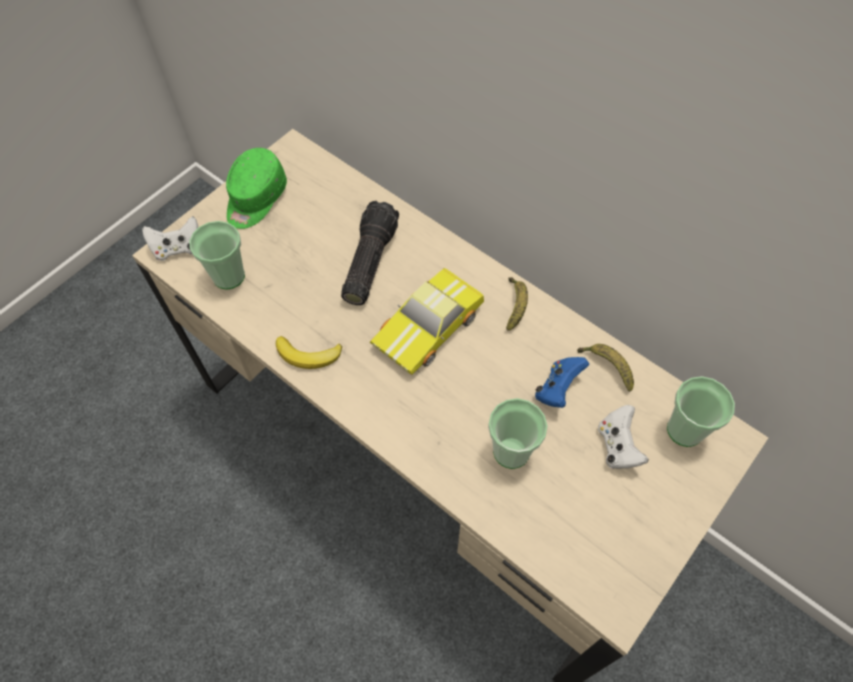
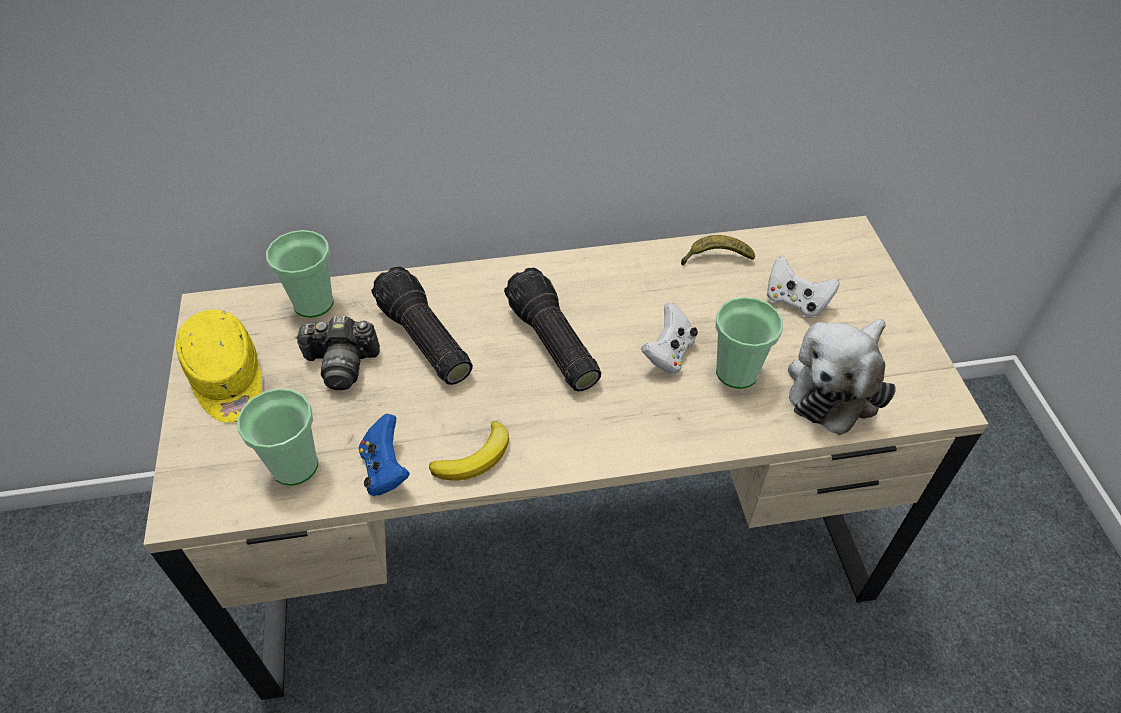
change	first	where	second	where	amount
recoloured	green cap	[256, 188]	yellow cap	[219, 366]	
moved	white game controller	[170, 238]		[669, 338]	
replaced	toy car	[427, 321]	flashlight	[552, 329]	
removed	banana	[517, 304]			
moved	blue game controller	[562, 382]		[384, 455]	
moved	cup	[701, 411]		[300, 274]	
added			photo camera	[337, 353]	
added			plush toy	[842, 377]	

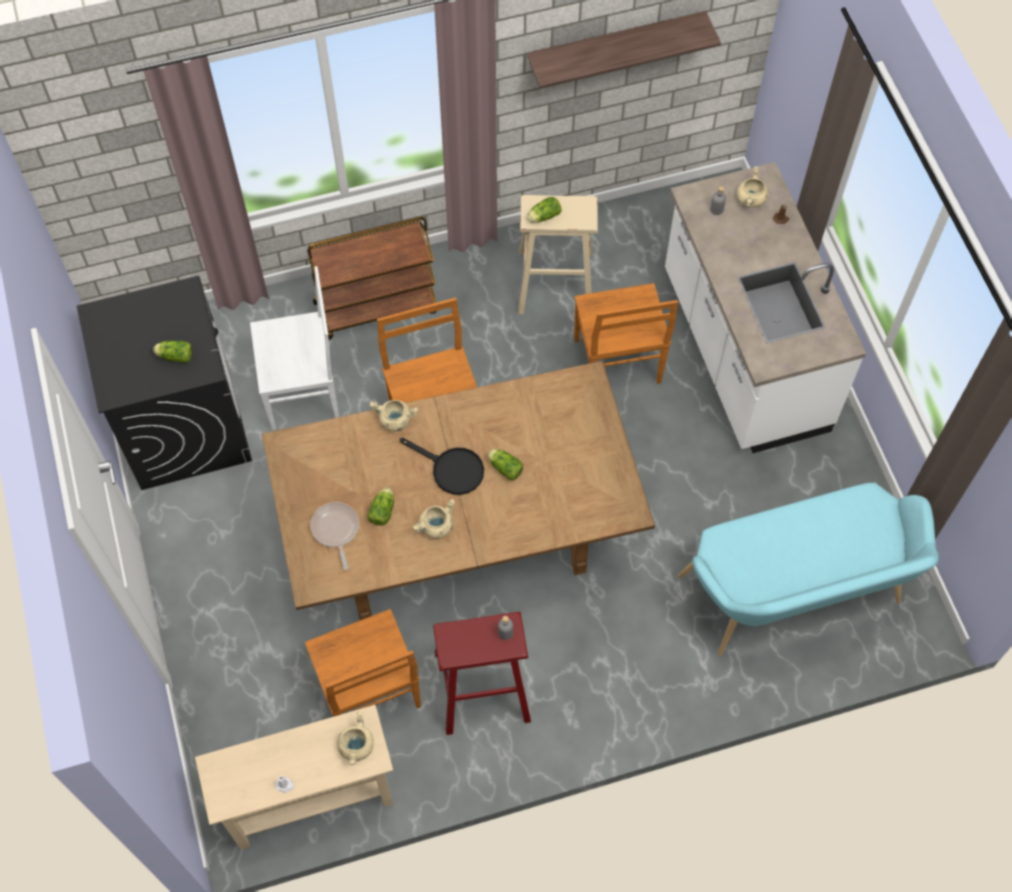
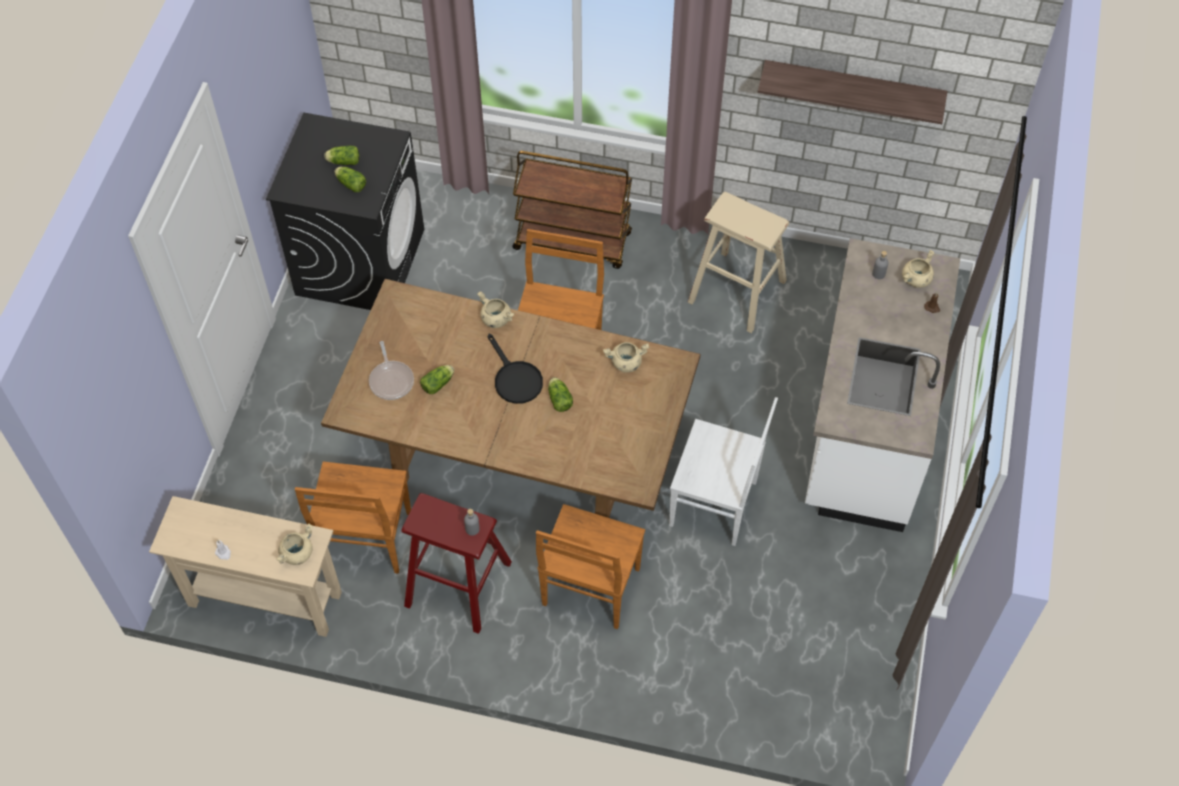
change	first	where	second	where	amount
moved	lettuce	[544, 210]		[341, 155]	
moved	white chair	[294, 348]		[723, 471]	
moved	brown chair	[626, 333]		[590, 566]	
removed	turquoise bench	[808, 569]			
moved	beige cooking pot	[434, 519]		[626, 357]	
turned	frying pan	[334, 536]		[391, 370]	150 degrees clockwise

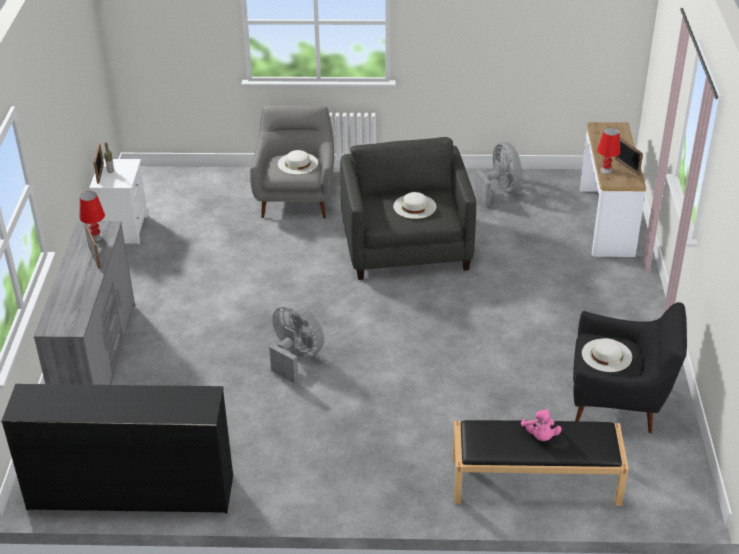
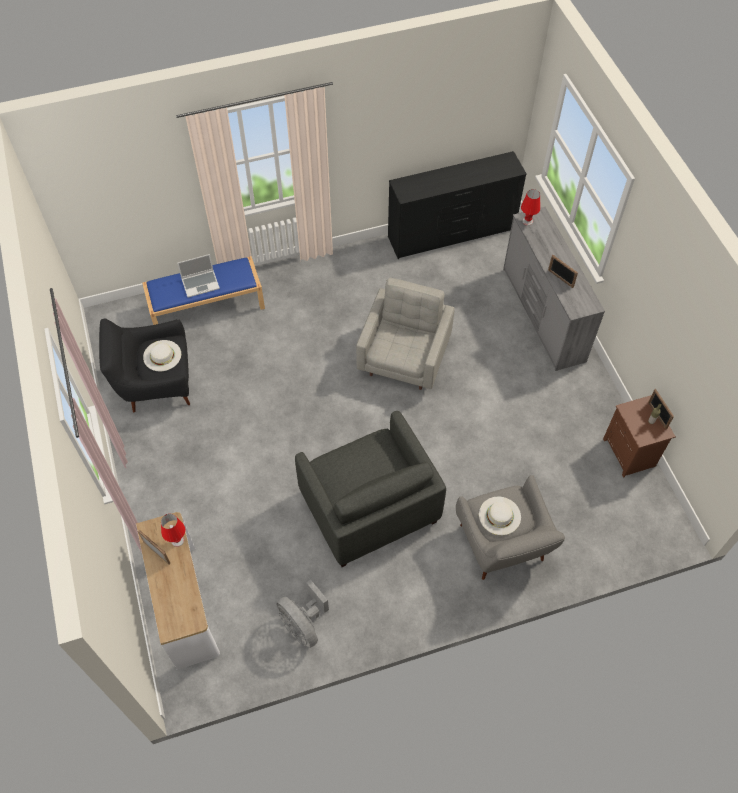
change	first	where	second	where	amount
recoloured	white nightstand	[118, 202]	brown nightstand	[639, 436]	
moved	red table lamp	[92, 216]		[530, 207]	
removed	white hat	[414, 205]			
replaced	grey fan	[296, 342]	grey armchair	[405, 334]	
replaced	pink plush toy	[541, 425]	laptop	[198, 275]	
recoloured	black bench	[540, 463]	blue bench	[203, 290]	

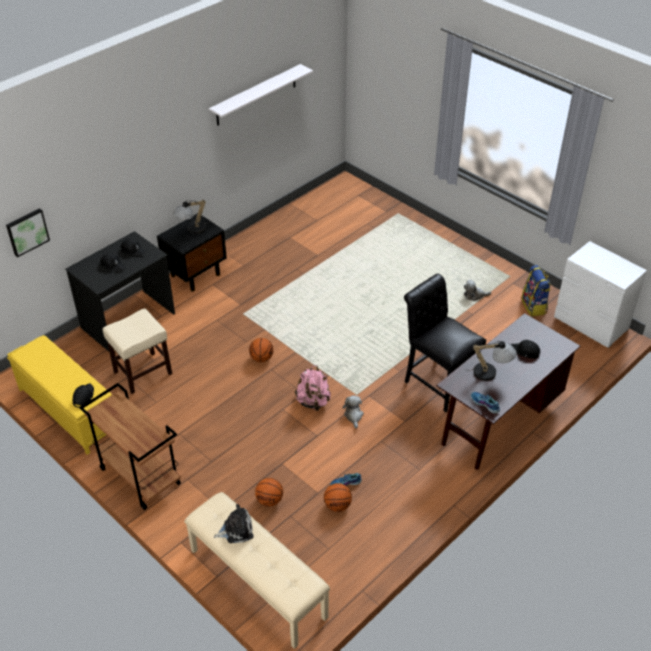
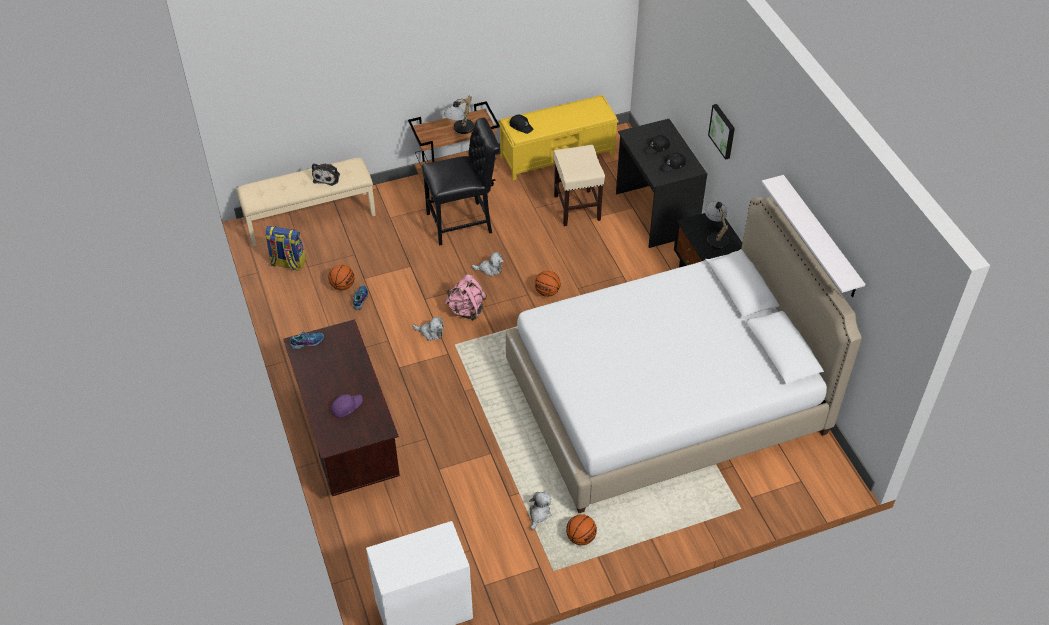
change	first	where	second	where	amount
moved	picture	[28, 233]		[721, 132]	
moved	backpack	[536, 291]		[285, 248]	
moved	black chair	[445, 342]		[461, 182]	
recoloured	black cap	[525, 349]	purple cap	[346, 406]	
moved	table lamp	[494, 361]		[459, 115]	
moved	basketball	[269, 492]		[581, 529]	
added			white bed	[684, 355]	
added			plush toy	[488, 264]	

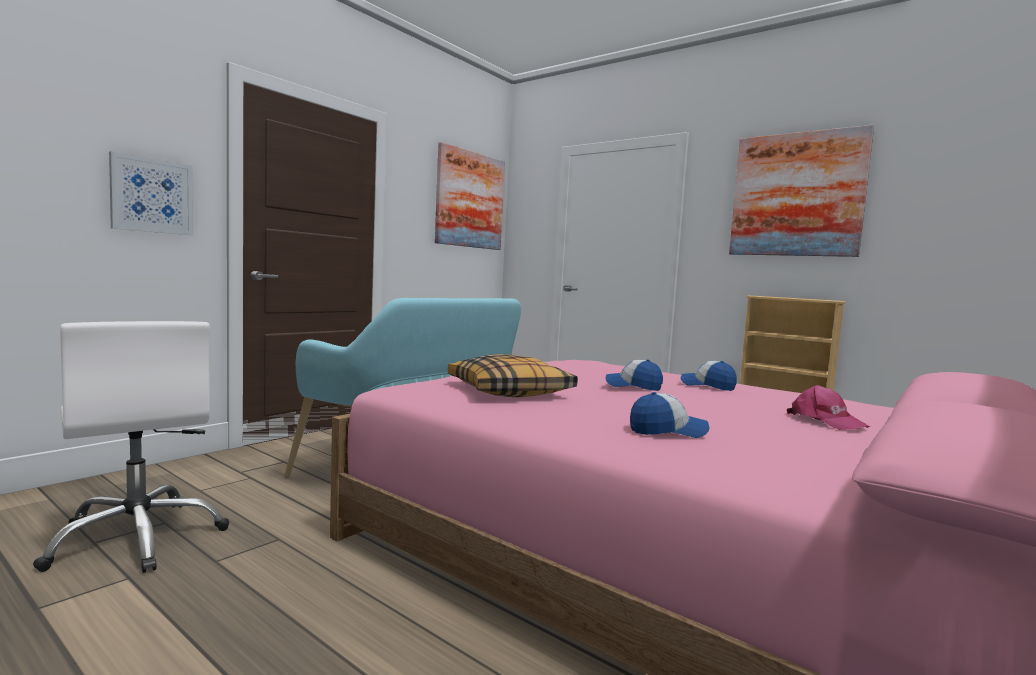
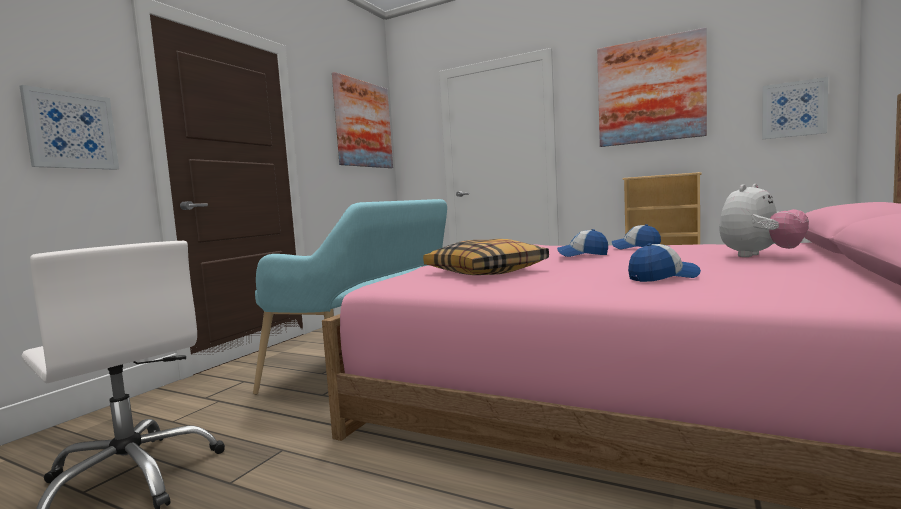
change	first	where	second	where	amount
replaced	pink cap	[828, 407]	plush toy	[764, 220]	
added			picture	[795, 108]	

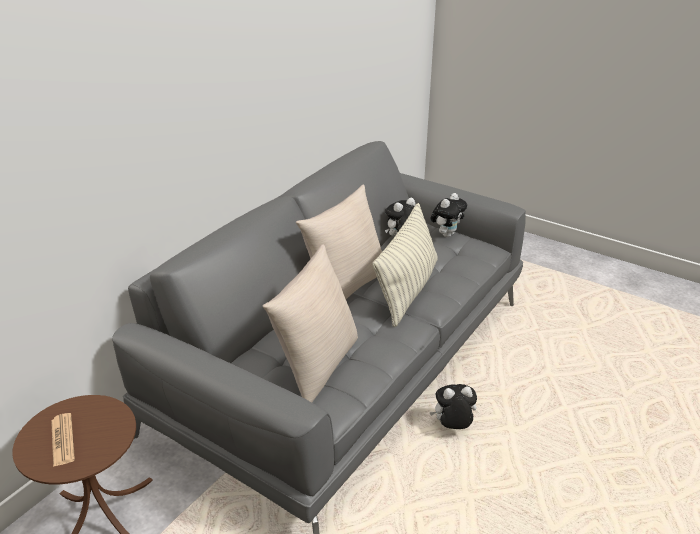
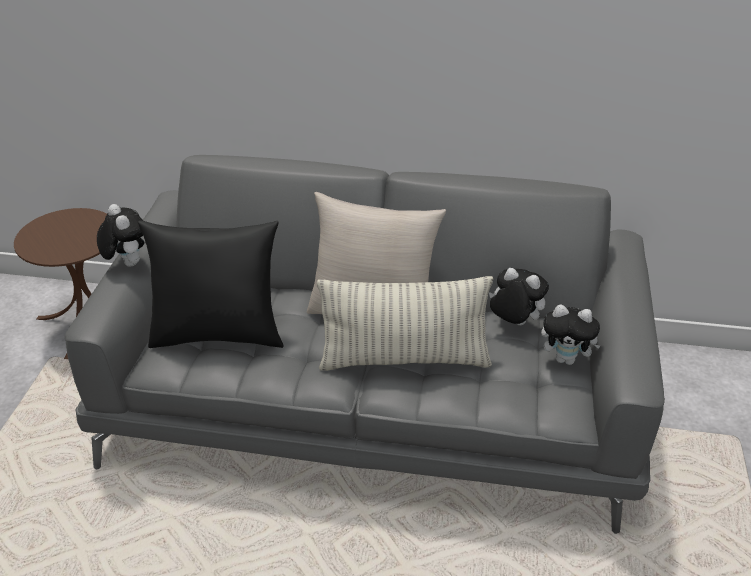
change	first	where	second	where	amount
recoloured	beige pillow	[310, 323]	black pillow	[211, 284]	
moved	plush toy	[453, 406]		[121, 235]	
removed	newspaper	[63, 440]			

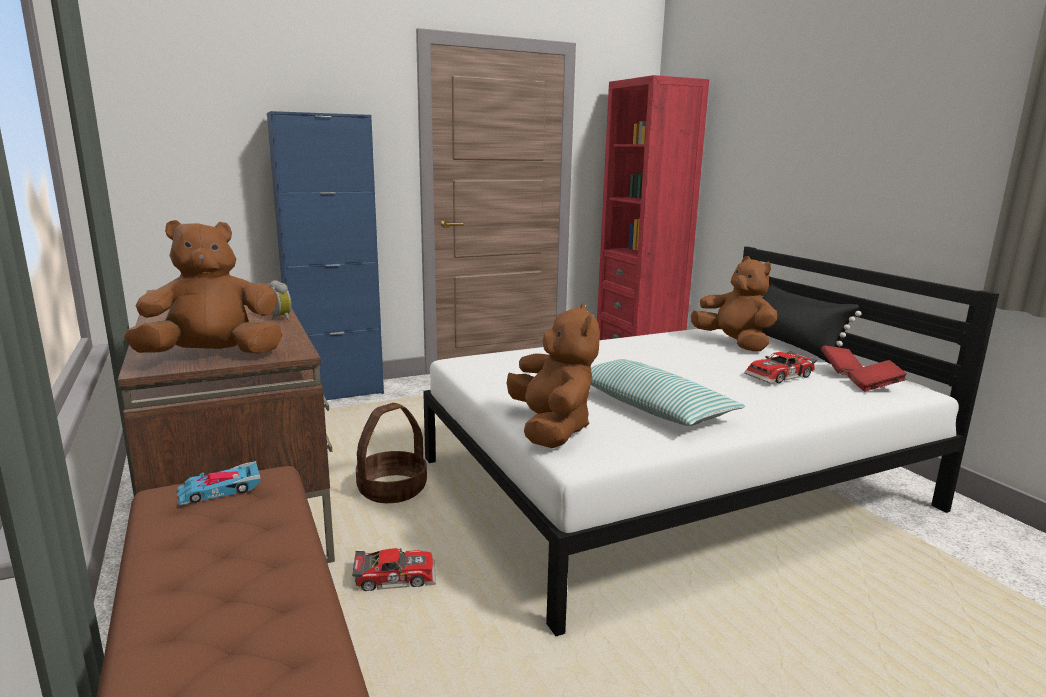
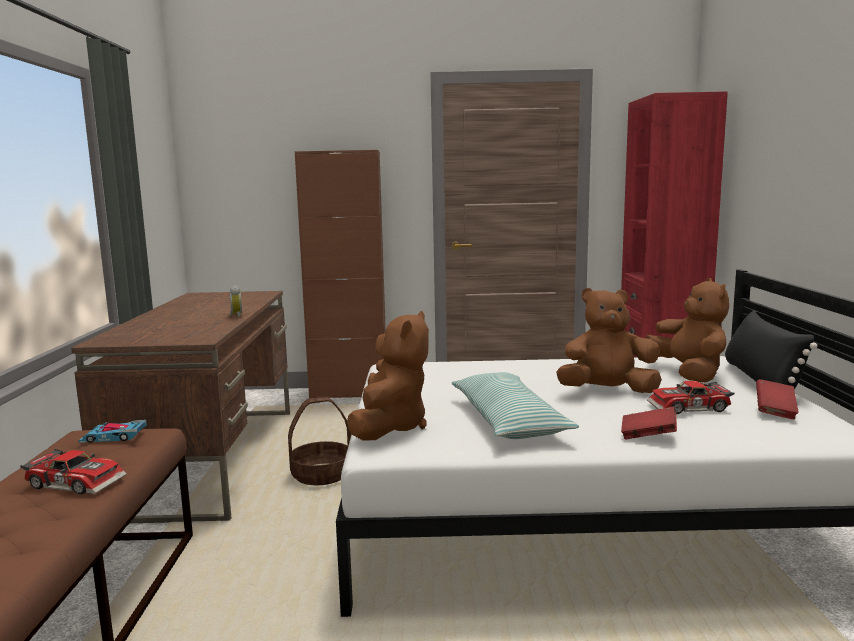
change	first	where	second	where	amount
recoloured	blue cabinet	[325, 255]	brown cabinet	[340, 274]	
moved	brown plush toy	[203, 287]		[609, 340]	
moved	red book	[877, 376]		[649, 423]	
moved	toy car	[394, 569]		[73, 472]	

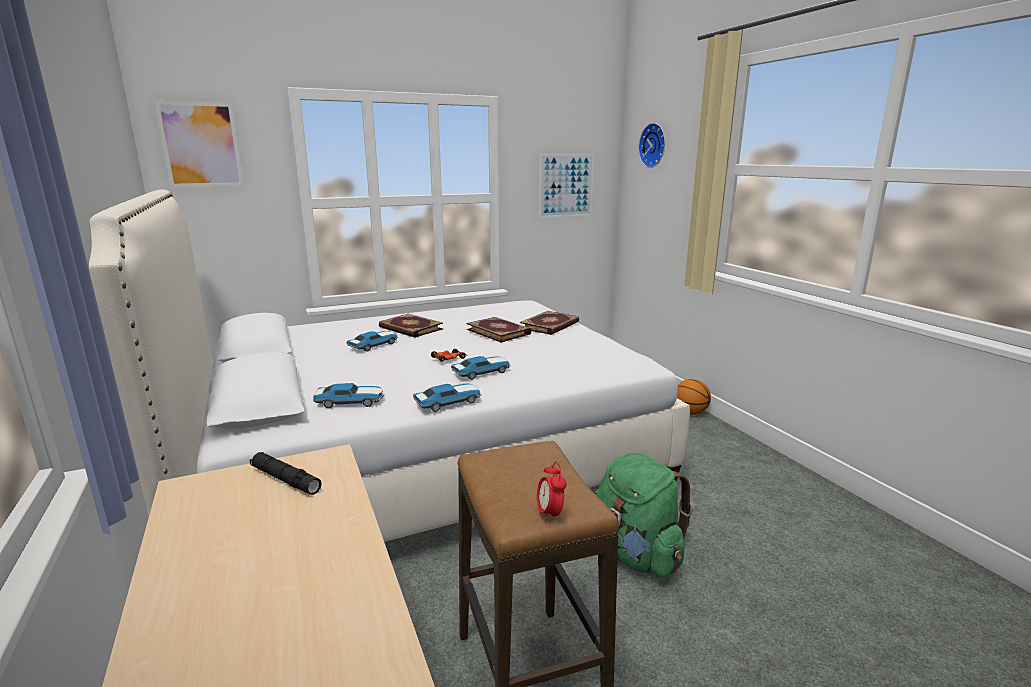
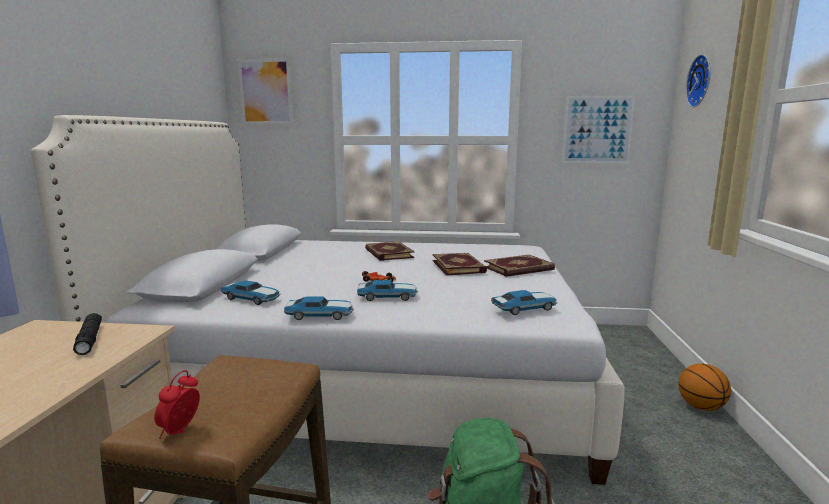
change	first	where	second	where	amount
moved	toy car	[372, 341]		[524, 302]	

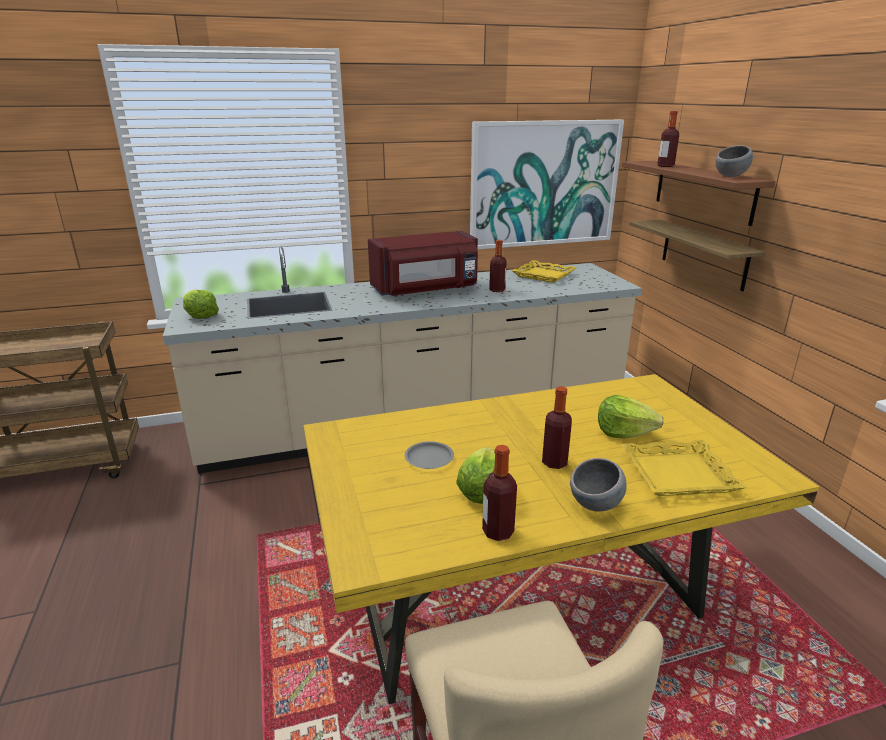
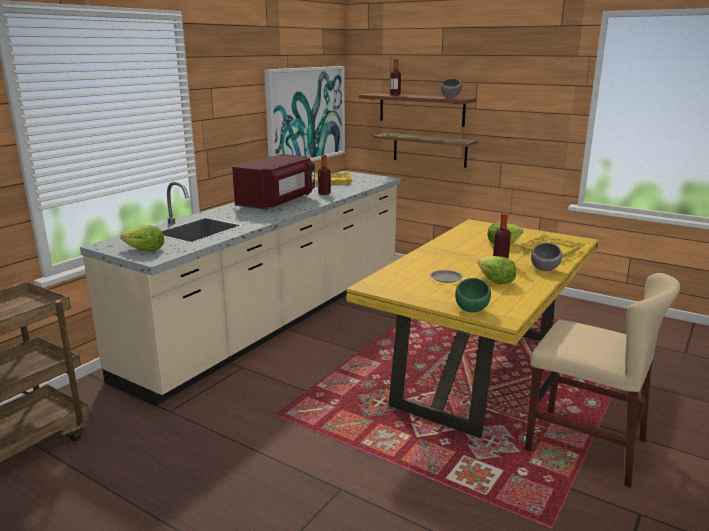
change	first	where	second	where	amount
removed	bottle	[499, 493]			
added			green bowl	[473, 295]	

